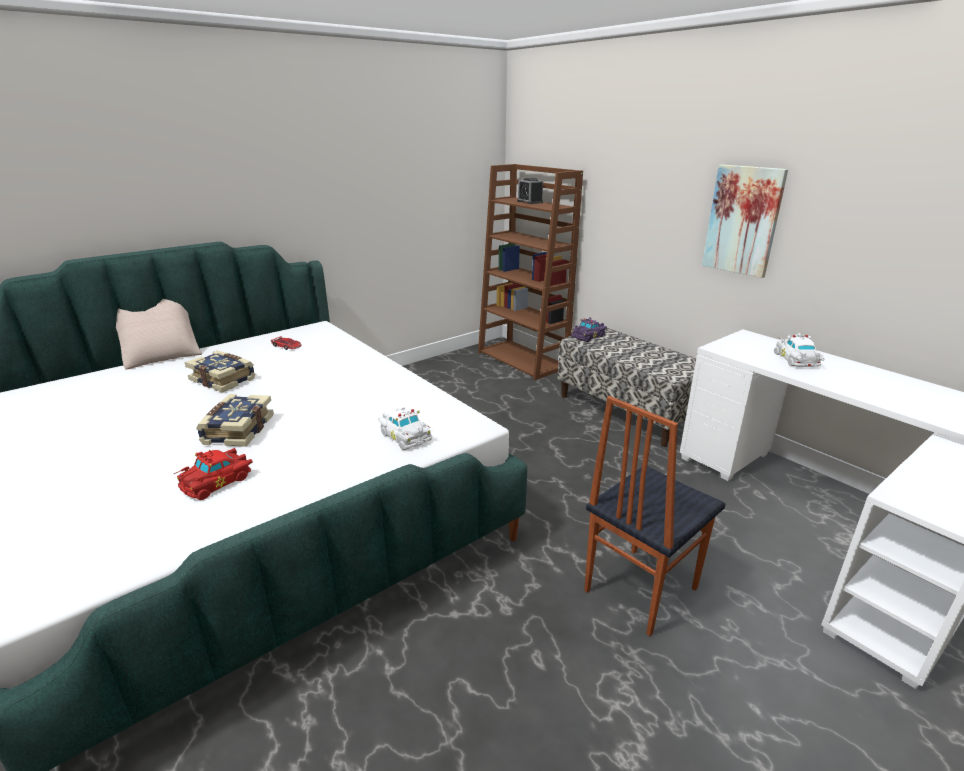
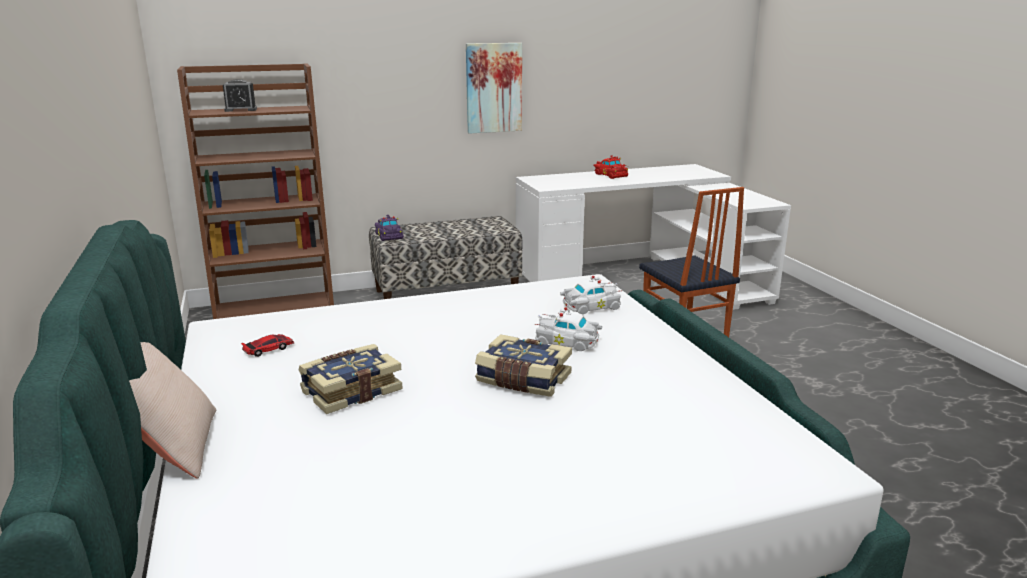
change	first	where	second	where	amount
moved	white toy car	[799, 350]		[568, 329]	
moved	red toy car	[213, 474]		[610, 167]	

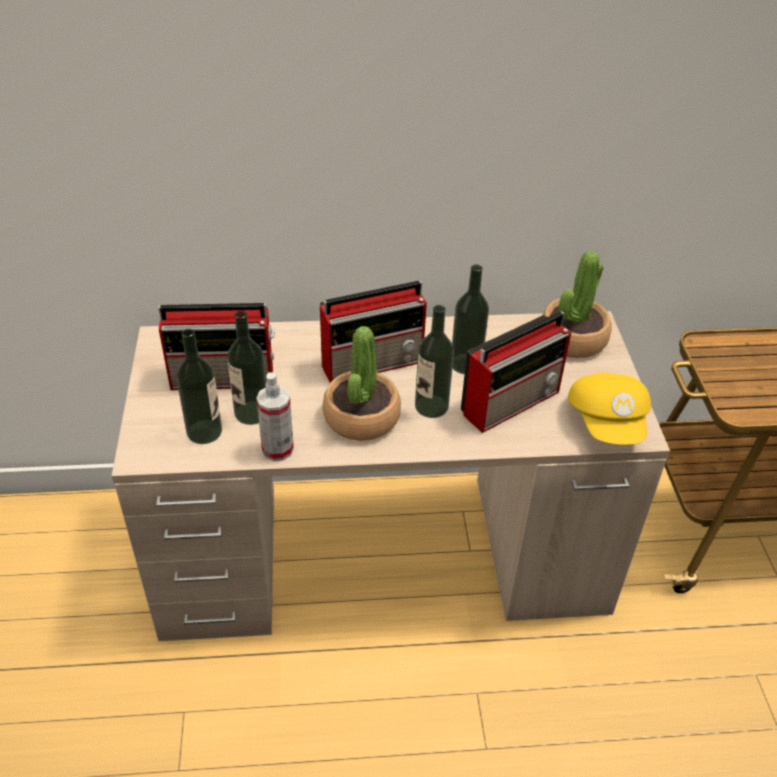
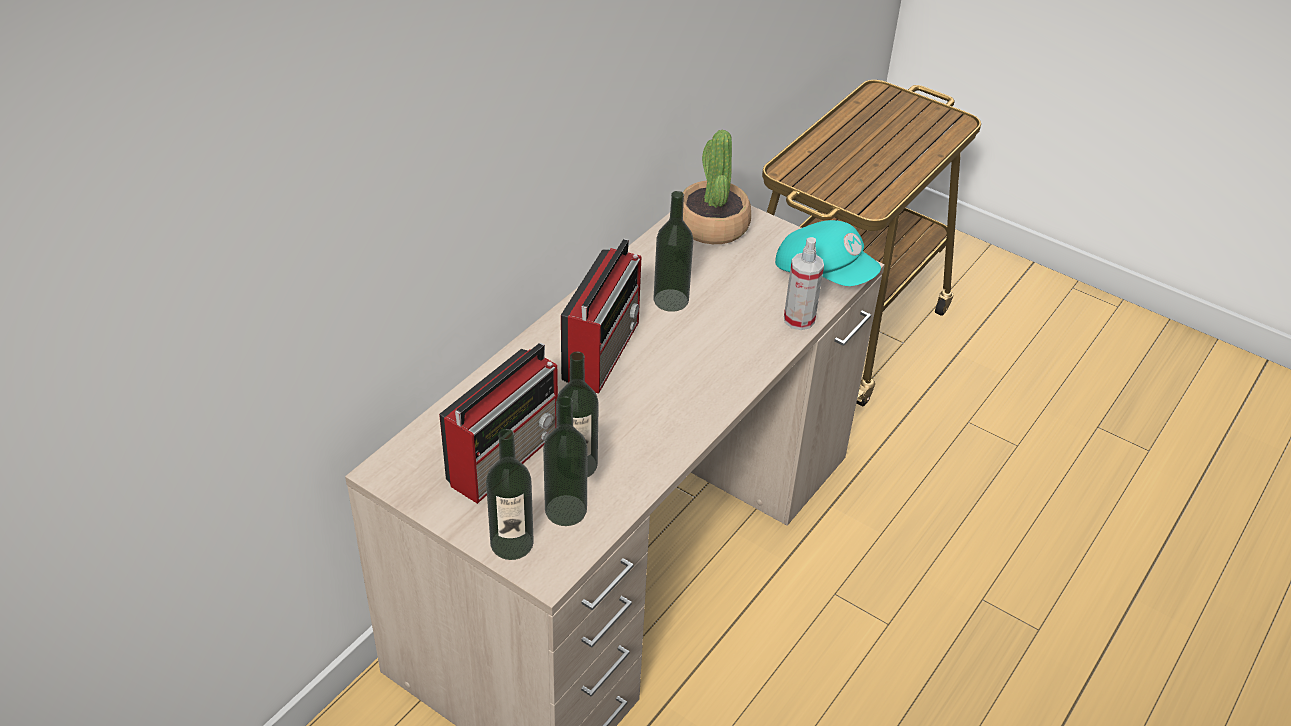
change	first	where	second	where	amount
moved	bottle	[434, 361]		[510, 494]	
removed	radio	[516, 372]			
removed	potted plant	[362, 383]			
moved	spray bottle	[275, 416]		[804, 283]	
recoloured	yellow cap	[609, 408]	turquoise cap	[828, 253]	

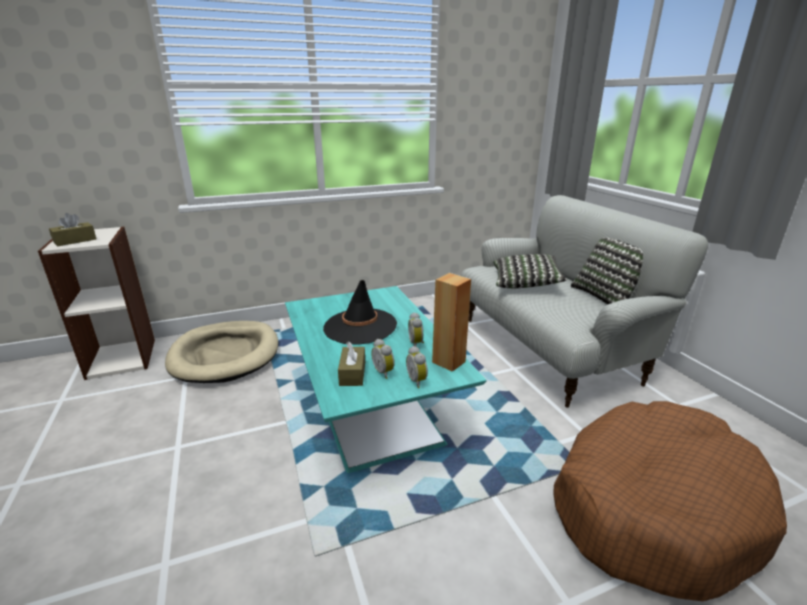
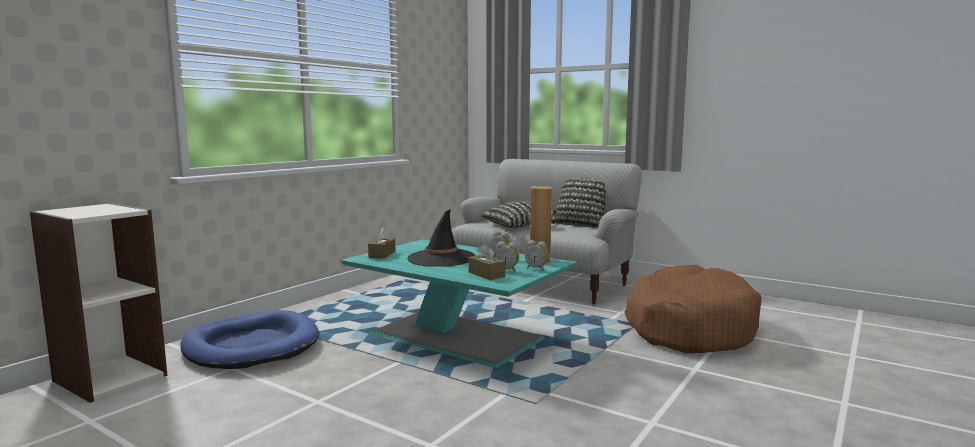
change	first	where	second	where	amount
moved	brown tissue box	[73, 229]		[382, 243]	
recoloured	beige dog bed	[222, 352]	blue dog bed	[249, 339]	

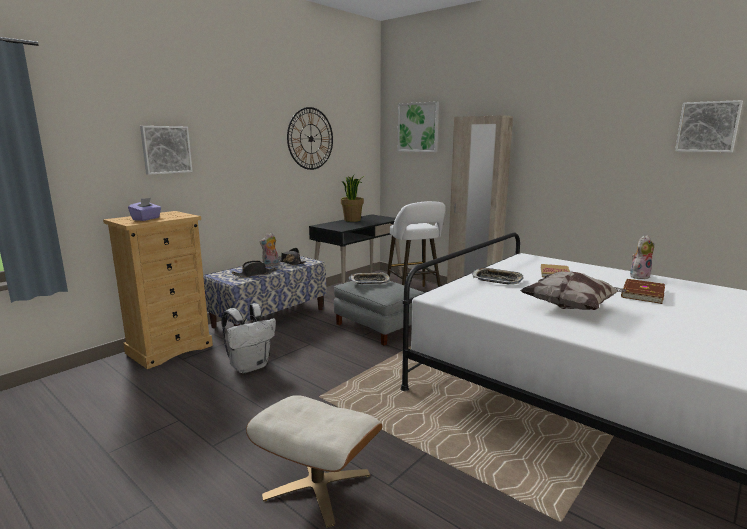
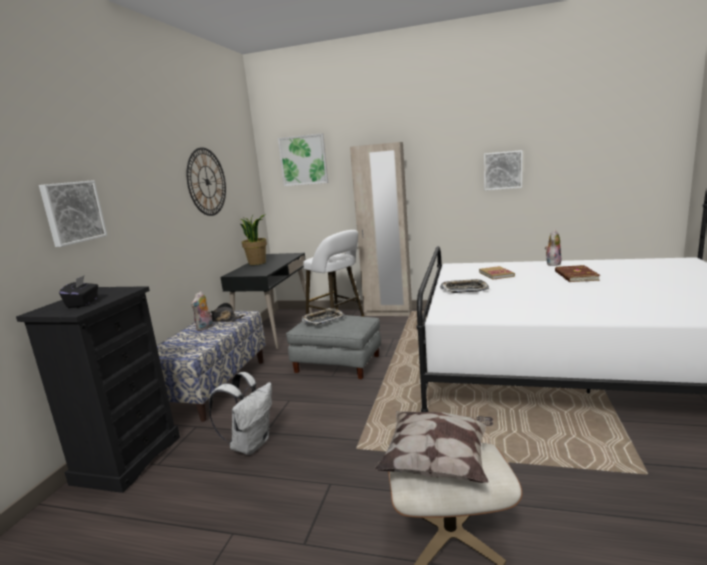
change	first	where	second	where	amount
moved	picture	[709, 126]		[503, 170]	
recoloured	purple tissue box	[144, 209]	black tissue box	[78, 291]	
recoloured	beige dresser	[158, 290]	black dresser	[98, 389]	
removed	black hat	[254, 268]			
moved	pillow	[573, 290]		[434, 447]	

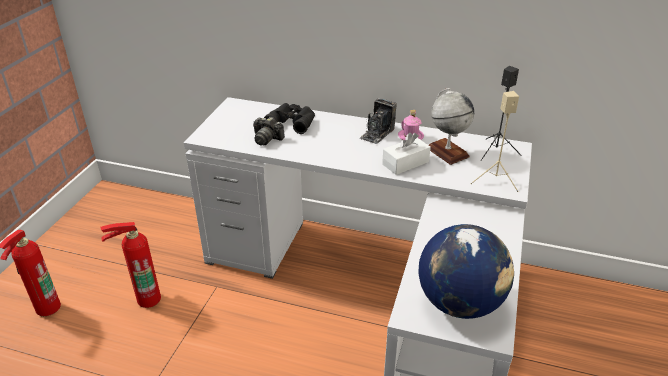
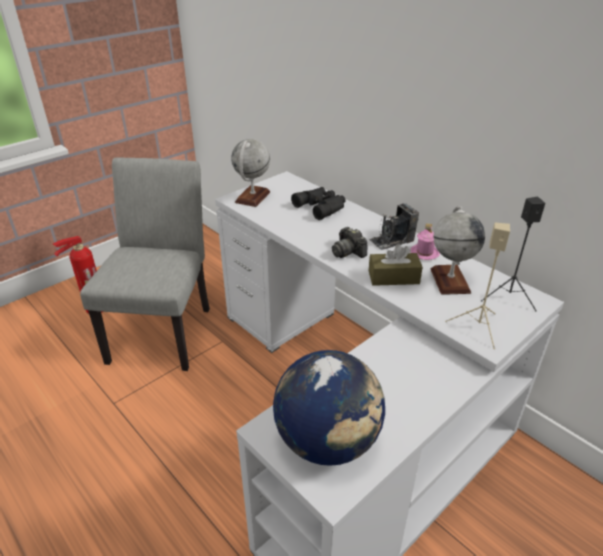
change	first	where	second	where	amount
moved	photo camera	[269, 131]		[349, 242]	
recoloured	white tissue box	[406, 154]	brown tissue box	[396, 265]	
replaced	fire extinguisher	[131, 265]	grey chair	[145, 264]	
added			globe	[250, 173]	

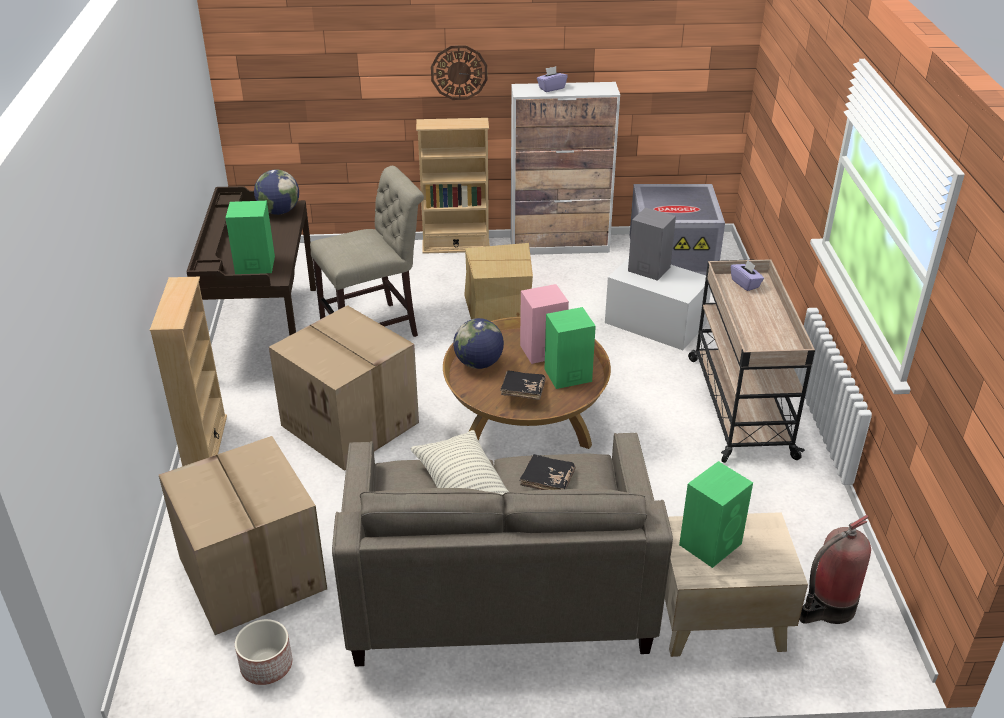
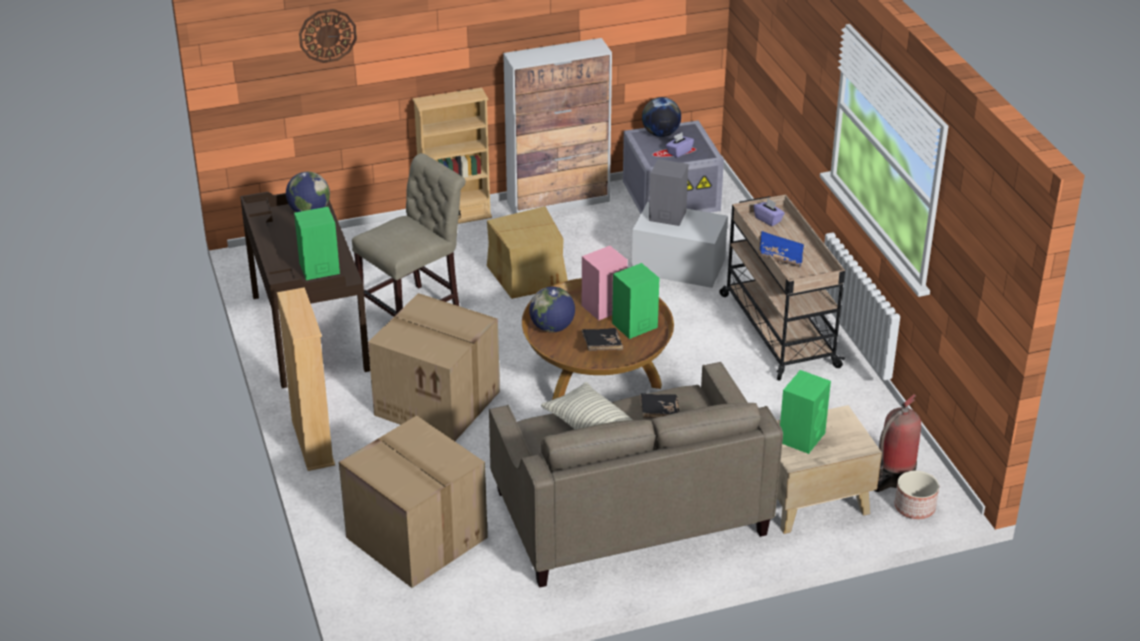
change	first	where	second	where	amount
moved	wall clock	[459, 72]		[328, 36]	
moved	purple tissue box	[552, 79]		[680, 145]	
moved	planter	[264, 652]		[917, 495]	
added			globe	[661, 117]	
added			blue book	[781, 249]	

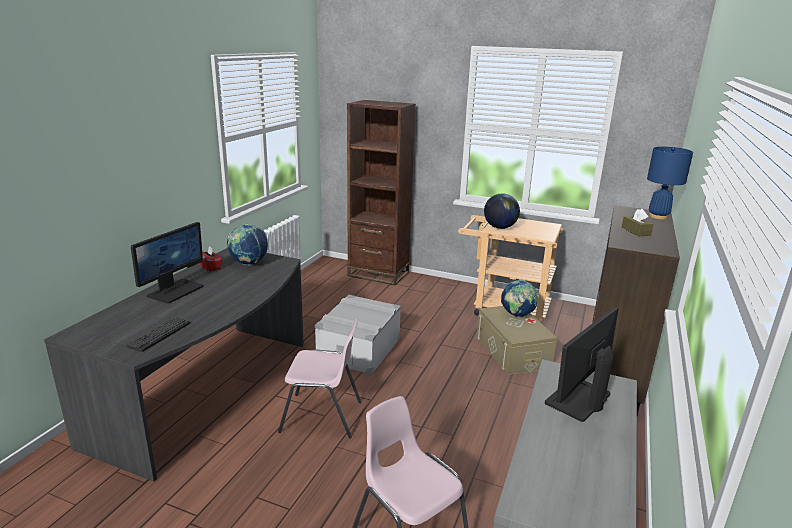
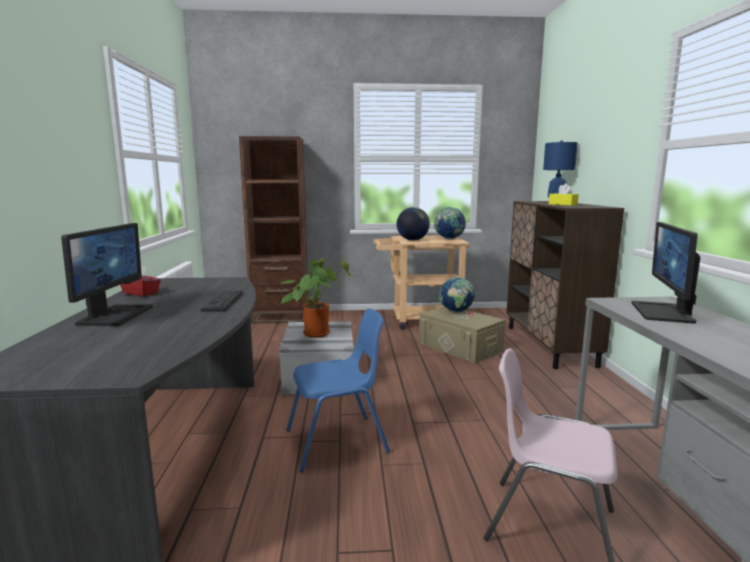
change	first	where	second	where	amount
recoloured	brown tissue box	[638, 222]	yellow tissue box	[564, 194]	
moved	globe	[247, 244]		[450, 223]	
moved	keyboard	[158, 334]		[222, 301]	
recoloured	pink chair	[319, 378]	blue chair	[338, 390]	
added			potted plant	[315, 298]	

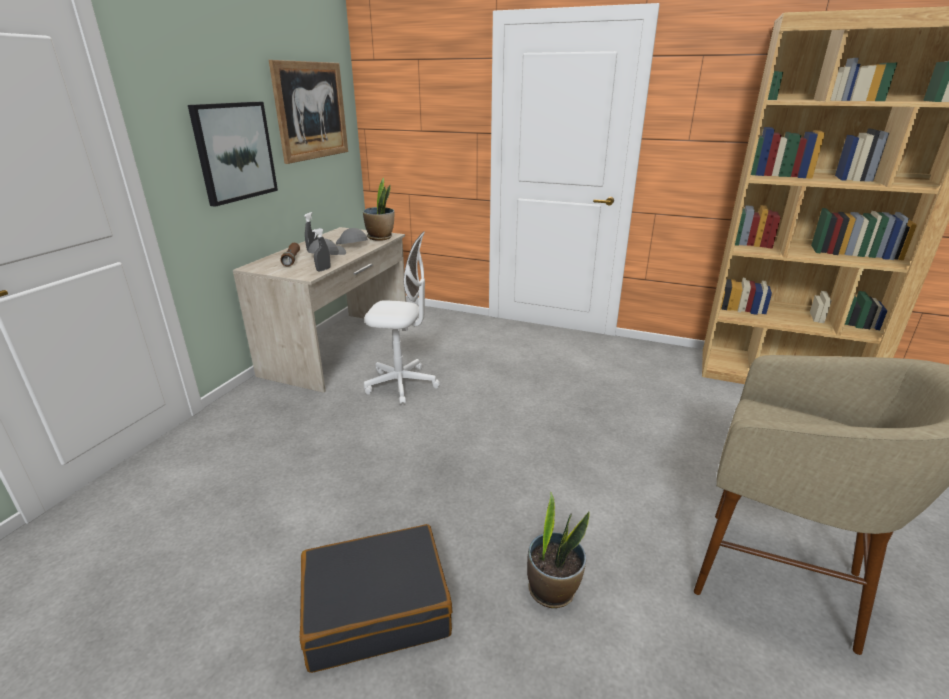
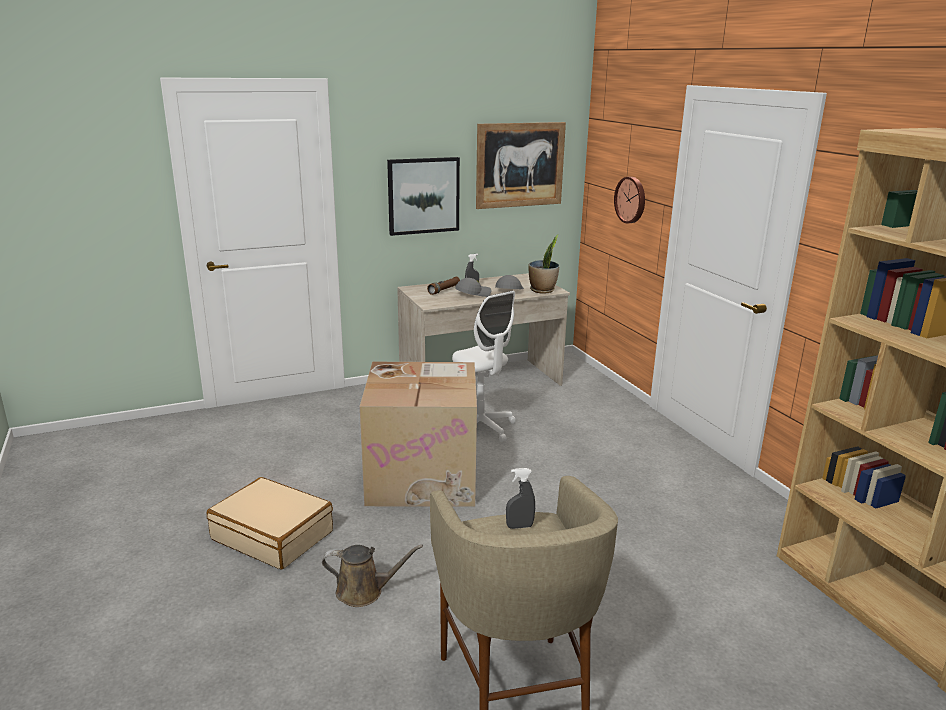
change	first	where	second	where	amount
moved	grey spray bottle	[321, 250]		[520, 498]	
replaced	potted plant	[558, 550]	brown watering can	[372, 576]	
recoloured	black suitcase	[376, 598]	beige suitcase	[270, 523]	
added			wall clock	[629, 200]	
added			cardboard box	[418, 434]	

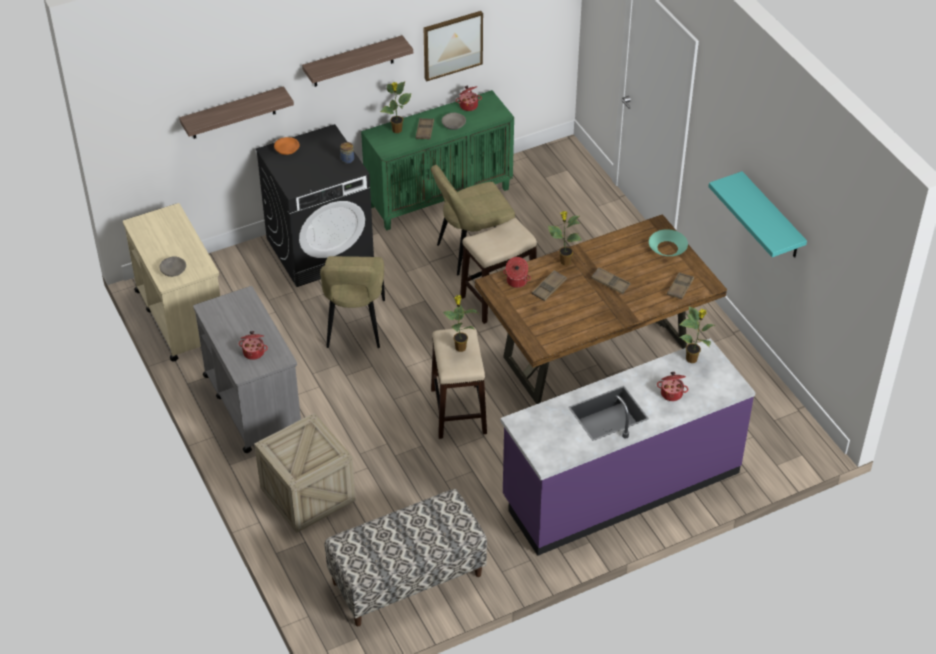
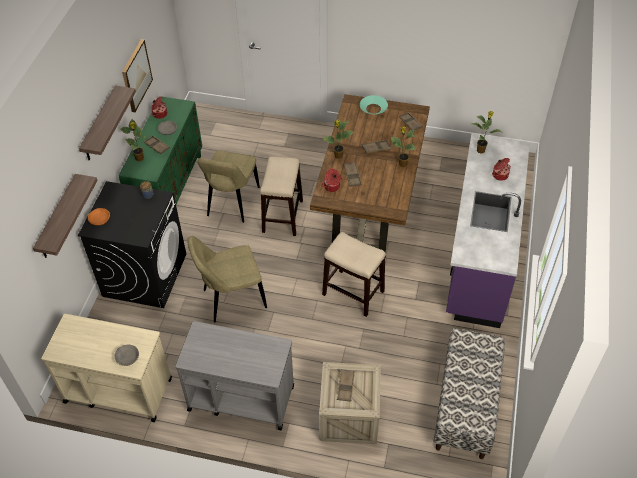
change	first	where	second	where	amount
removed	turquoise shelf	[757, 214]			
turned	beige chair	[352, 302]		[227, 279]	120 degrees clockwise
moved	potted plant	[460, 323]		[403, 146]	
removed	cooking pot	[253, 345]			
added			brown tray	[346, 385]	

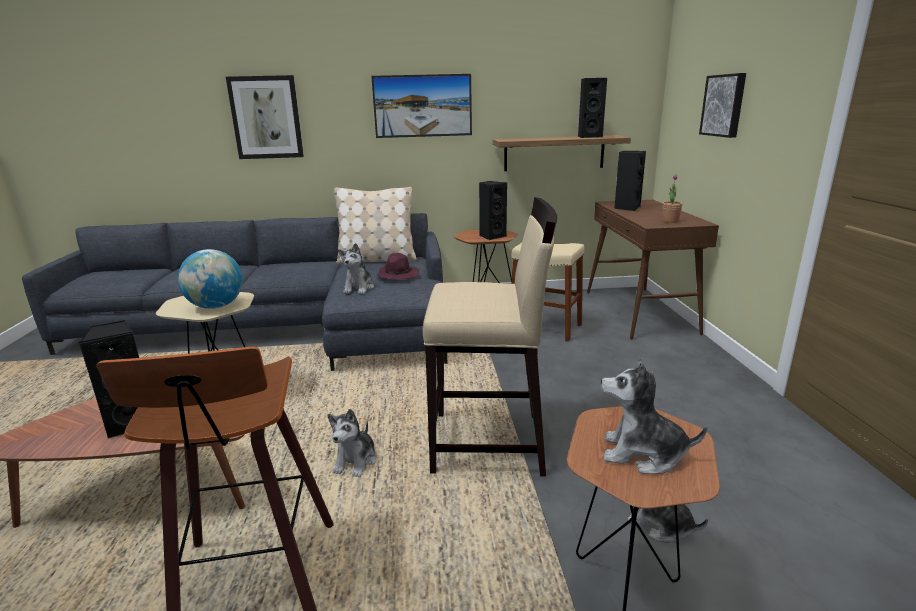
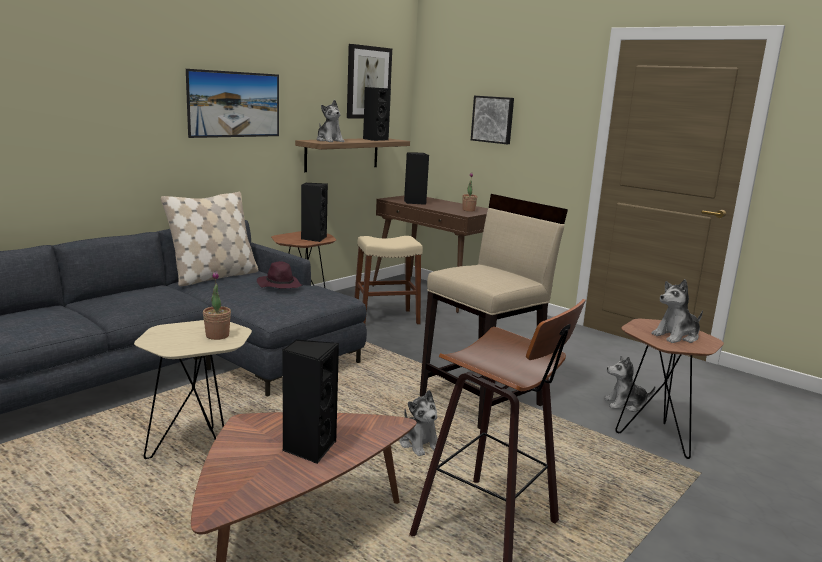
change	first	where	second	where	amount
moved	picture	[265, 117]		[369, 81]	
moved	plush toy	[356, 268]		[331, 121]	
replaced	globe	[210, 279]	potted plant	[217, 305]	

